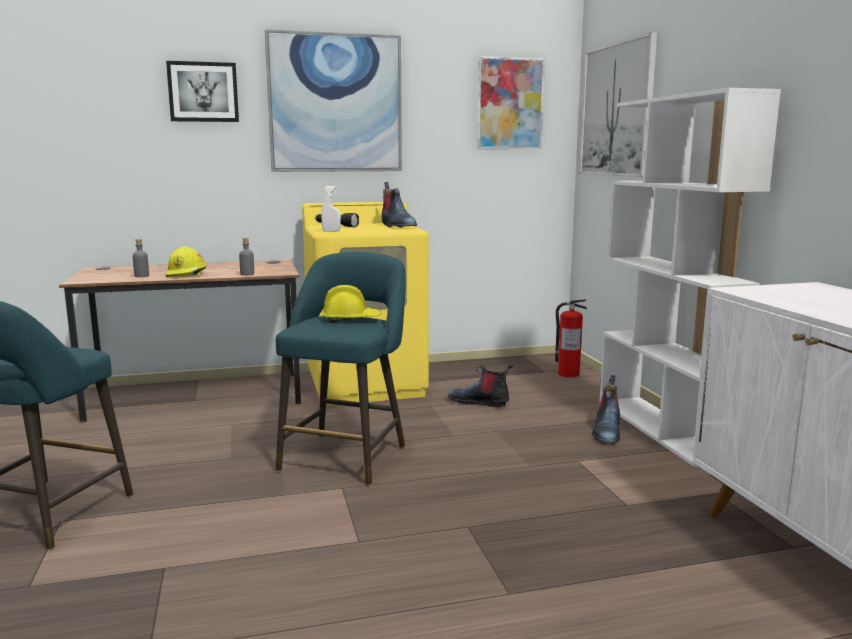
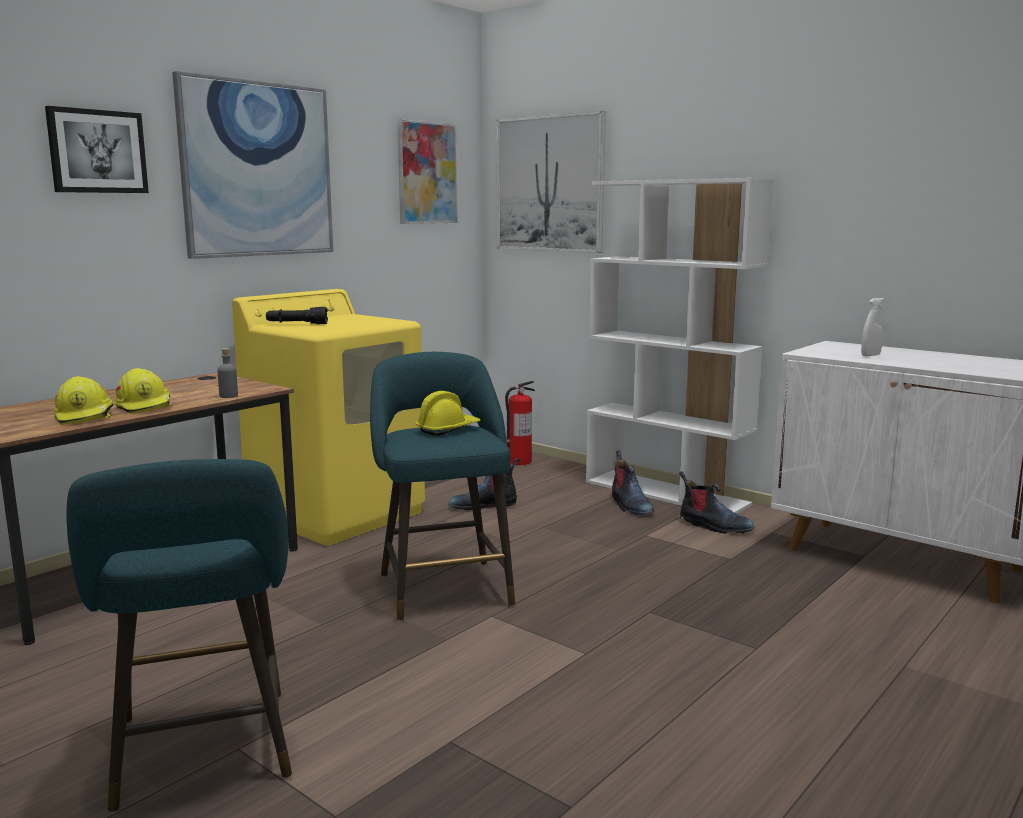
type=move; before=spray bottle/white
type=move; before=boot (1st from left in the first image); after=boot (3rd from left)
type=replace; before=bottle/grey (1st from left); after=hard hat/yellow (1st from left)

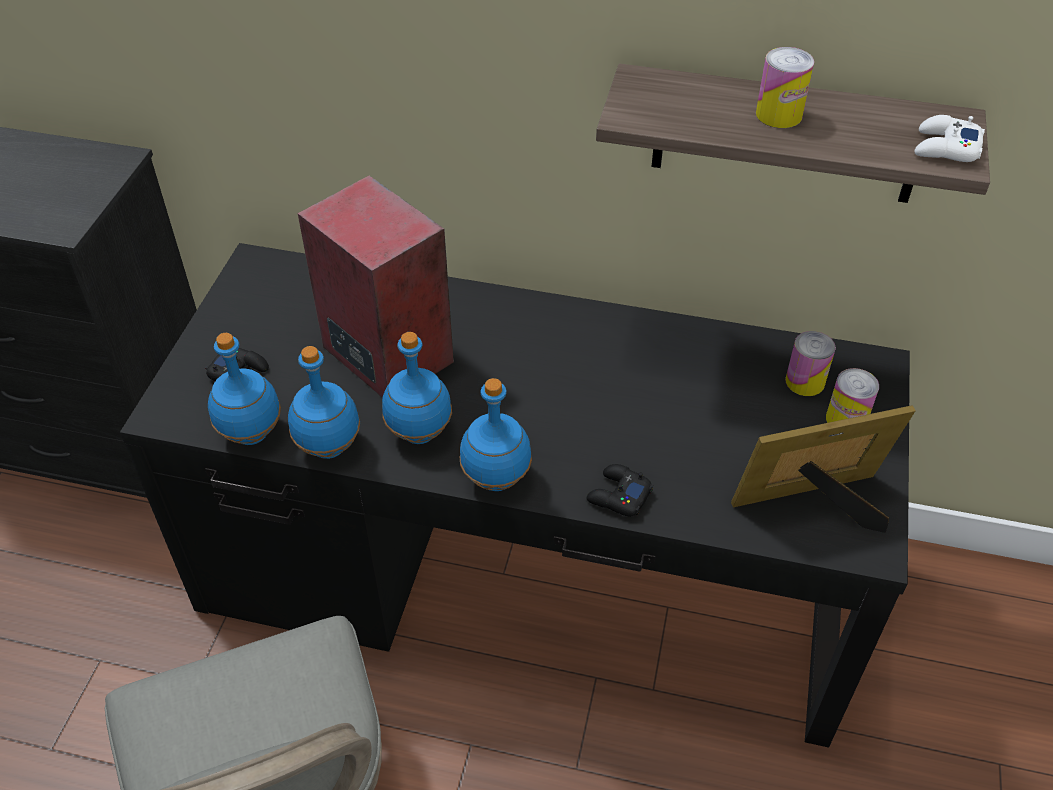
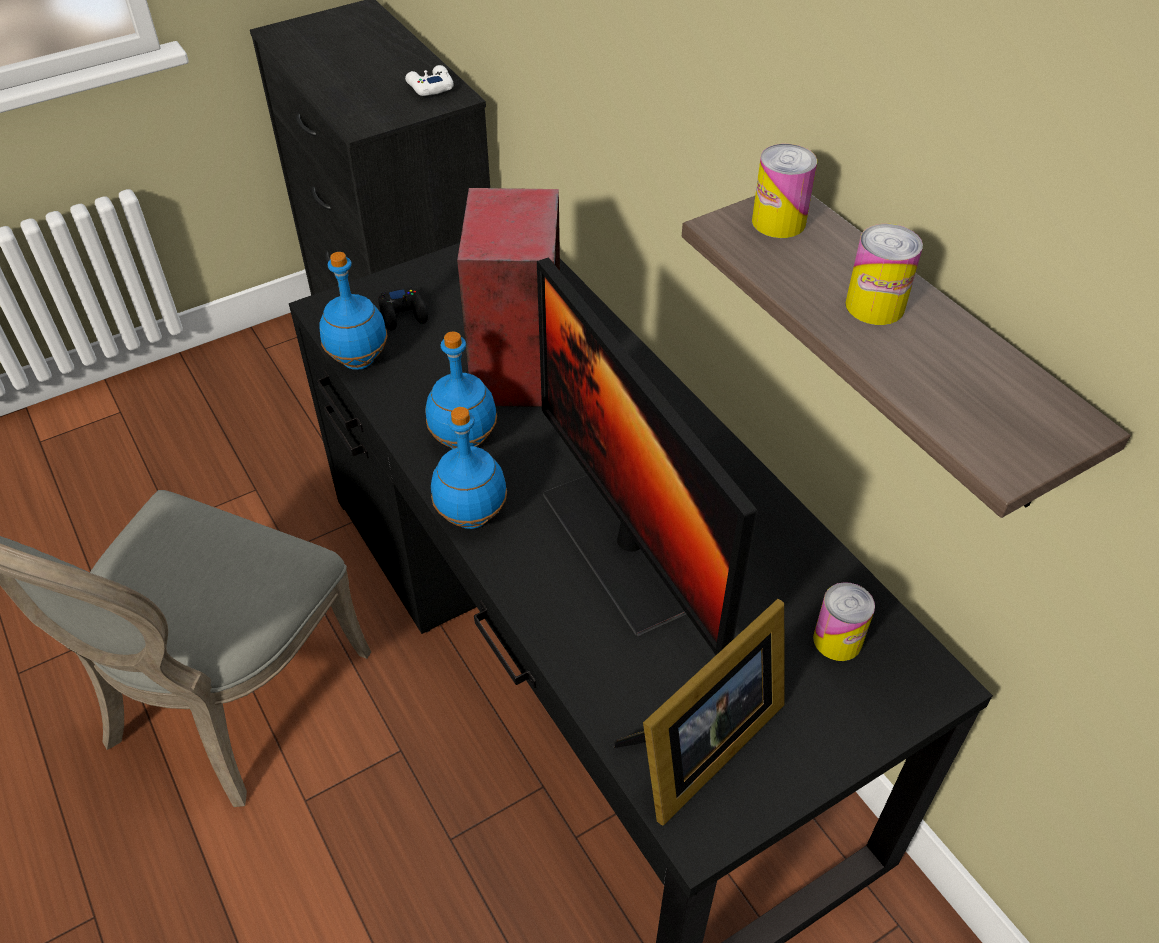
type=delete; before=bottle/blue (2nd from left)
type=delete; before=game controller/black (2nd from left)
type=insert; after=monitor
type=move; before=can (3rd from left in the first image); after=can (1st from left)
type=move; before=game controller/white
type=rotate; before=picture frame; turn=105

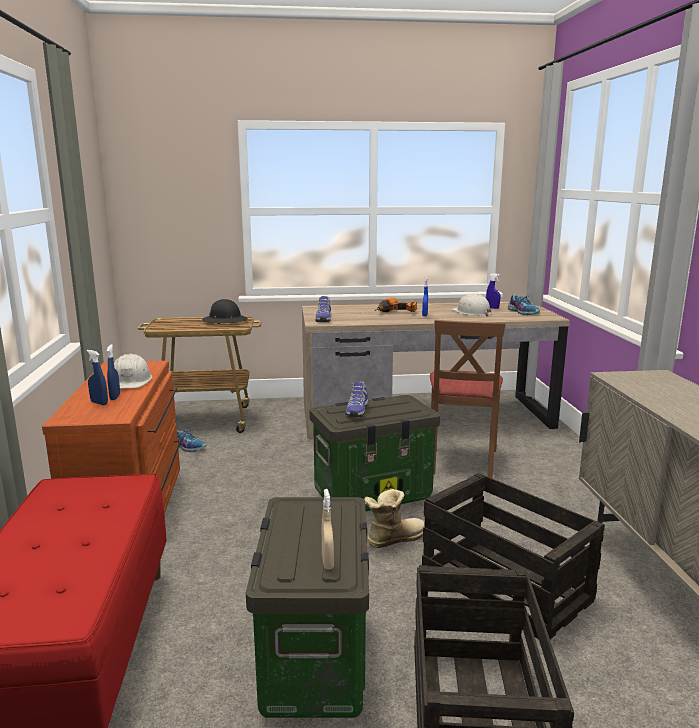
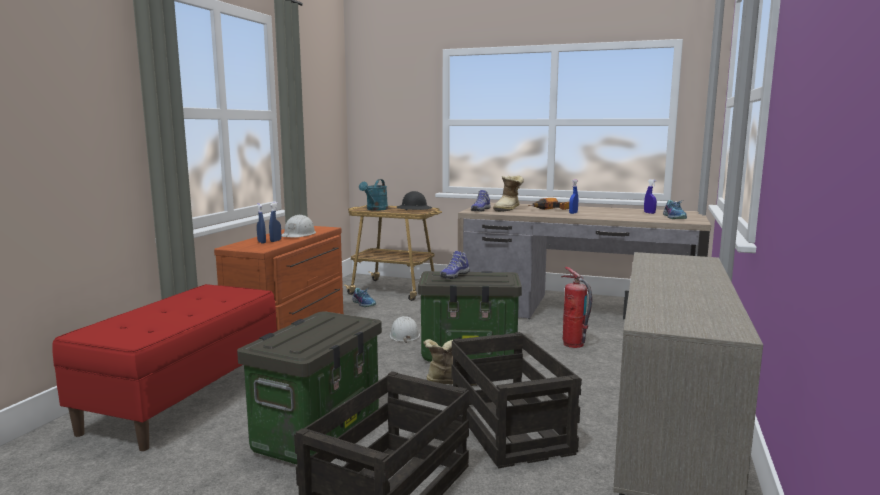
type=delete; before=spray bottle/beige
type=insert; after=watering can/turquoise
type=insert; after=boot (2nd from left)
type=move; before=hard hat/white (2nd from left)
type=replace; before=chair/brown; after=fire extinguisher

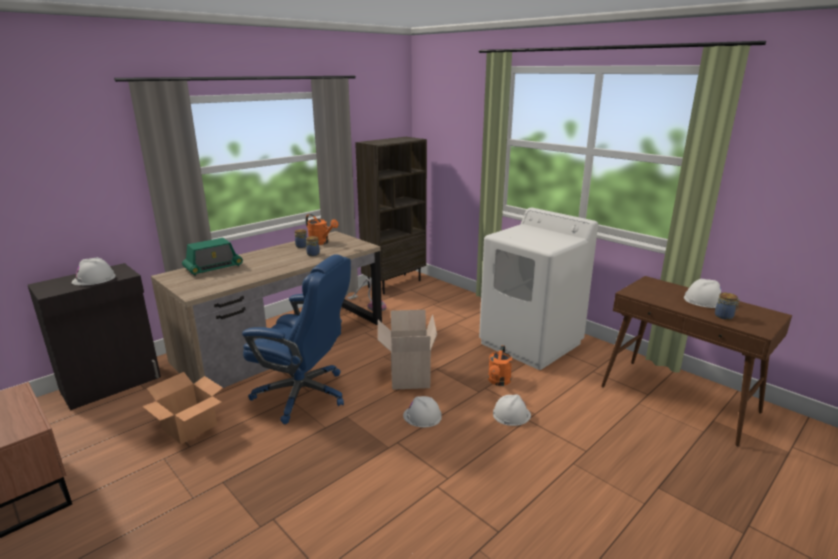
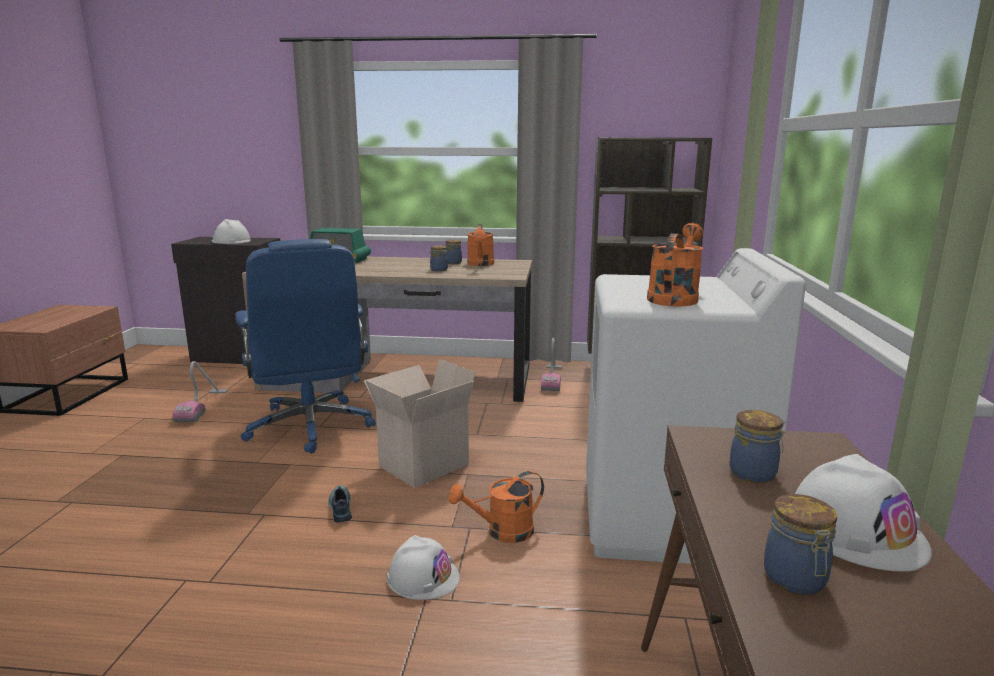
type=insert; after=watering can/orange (3rd from left)
type=insert; after=jar (3rd from left)
type=replace; before=cardboard box (1st from left); after=vacuum cleaner (1st from left)
type=replace; before=hard hat/white (2nd from left); after=shoe

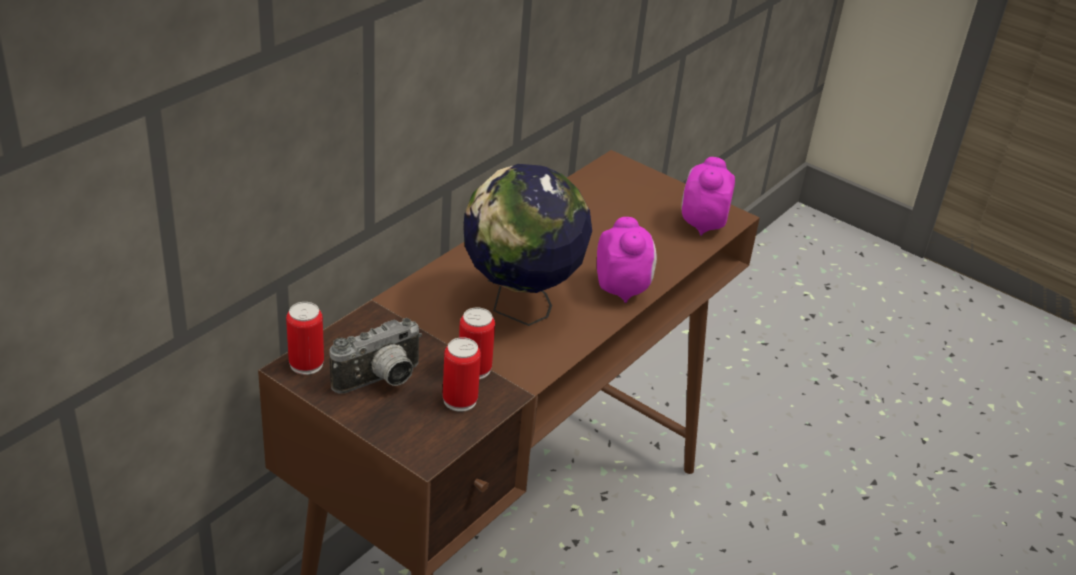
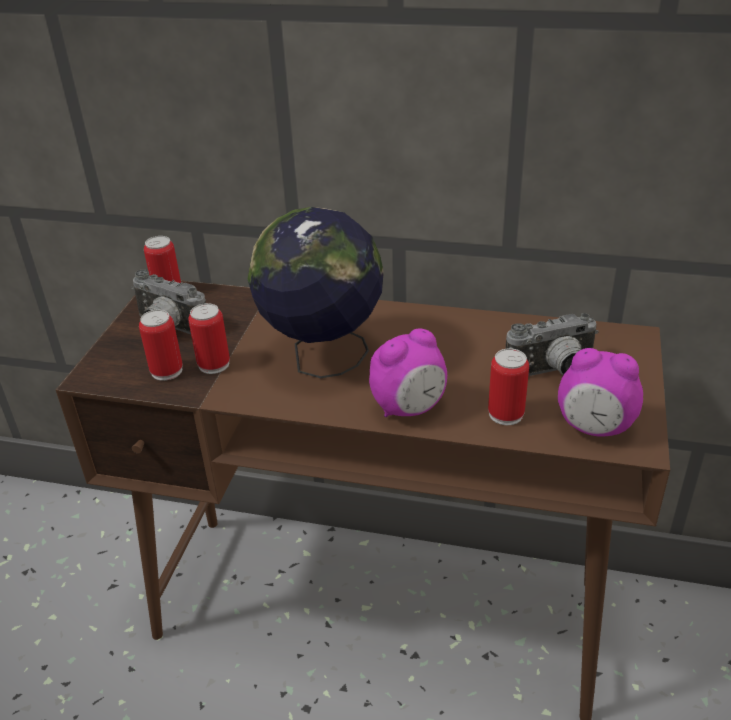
type=insert; after=can (4th from left)
type=insert; after=photo camera (2nd from left)
type=rotate; before=alarm clock (2nd from left); turn=-150

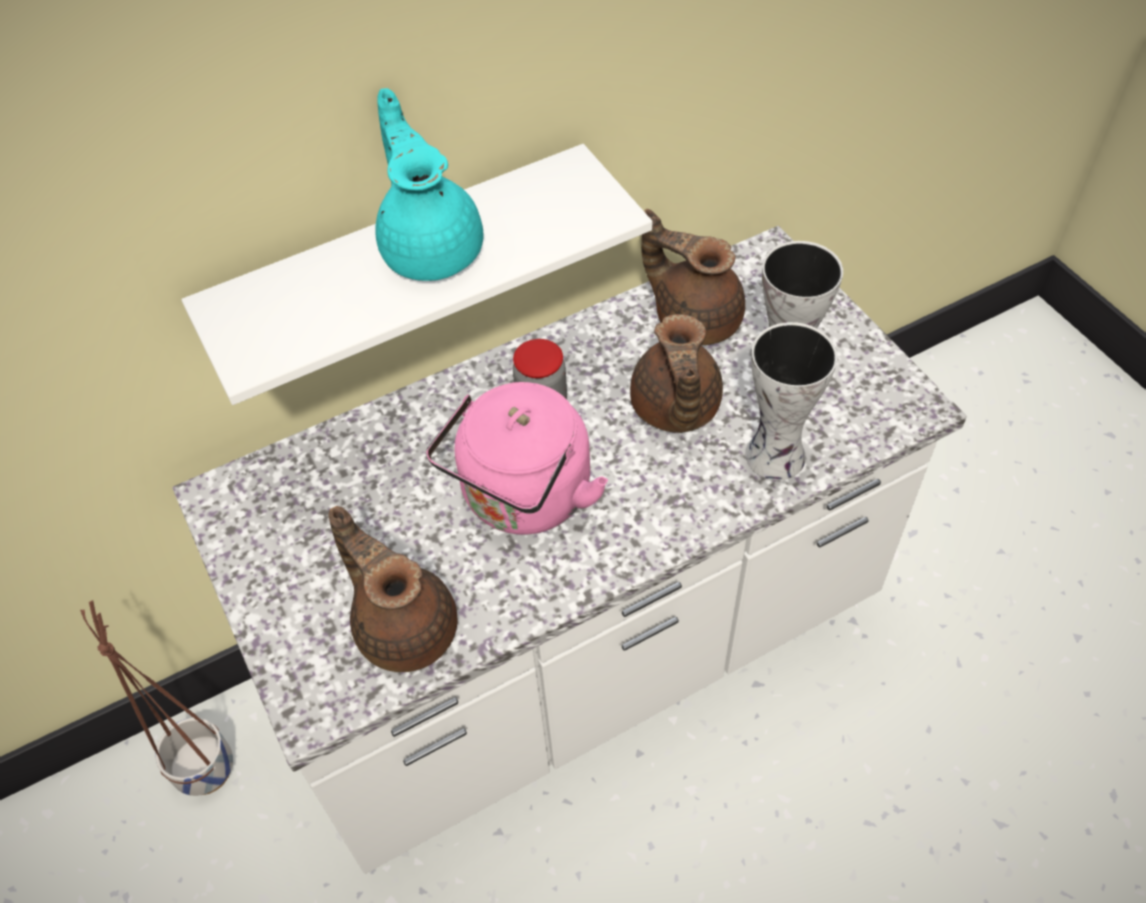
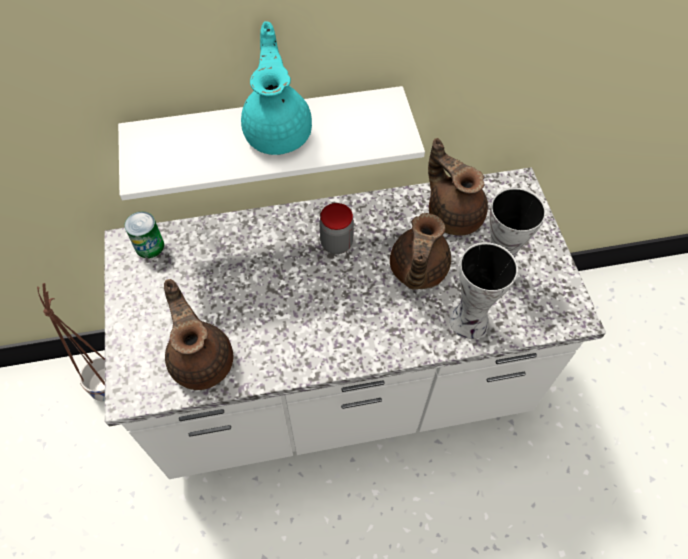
type=delete; before=kettle/pink
type=insert; after=can

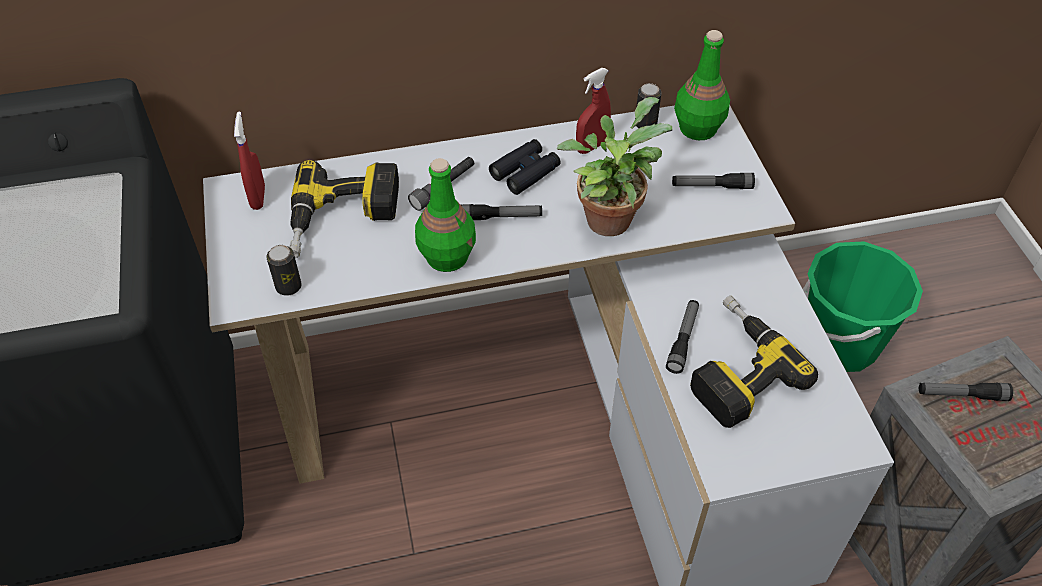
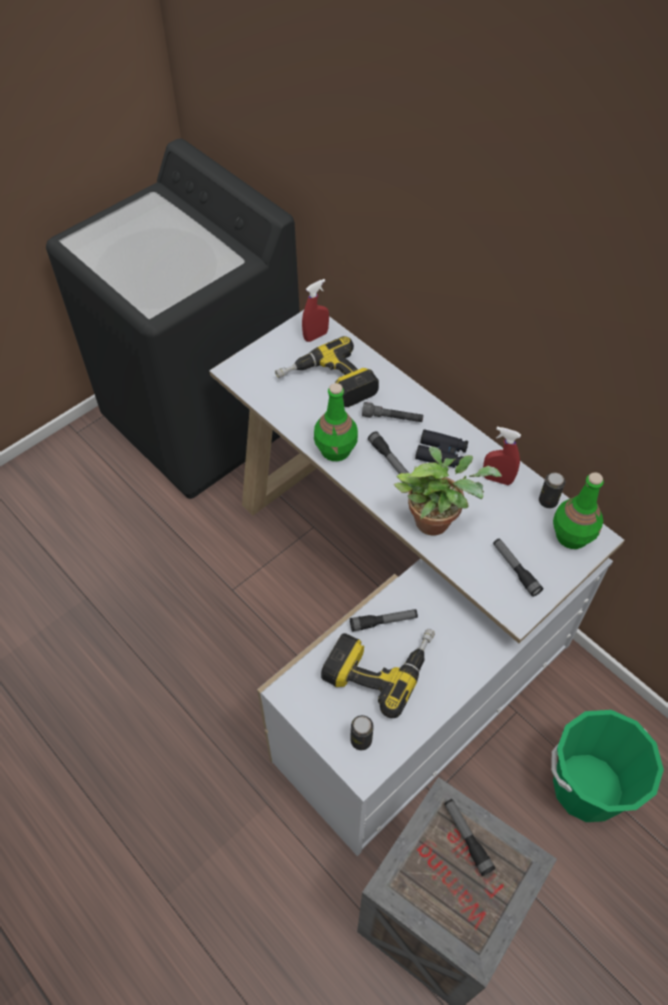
type=move; before=can (1st from left)

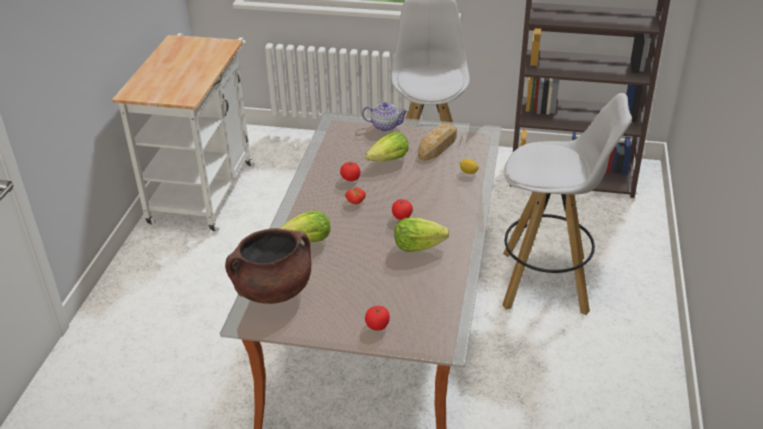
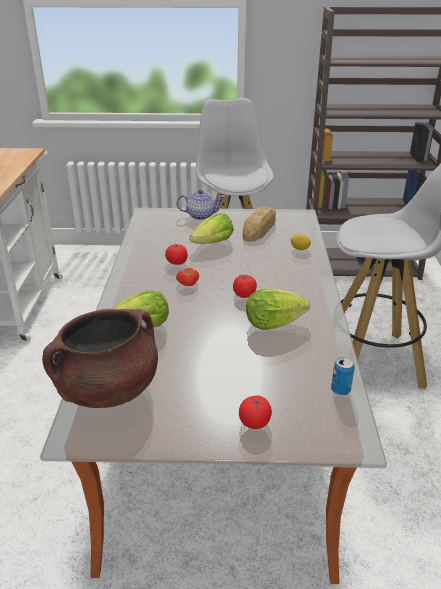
type=insert; after=can

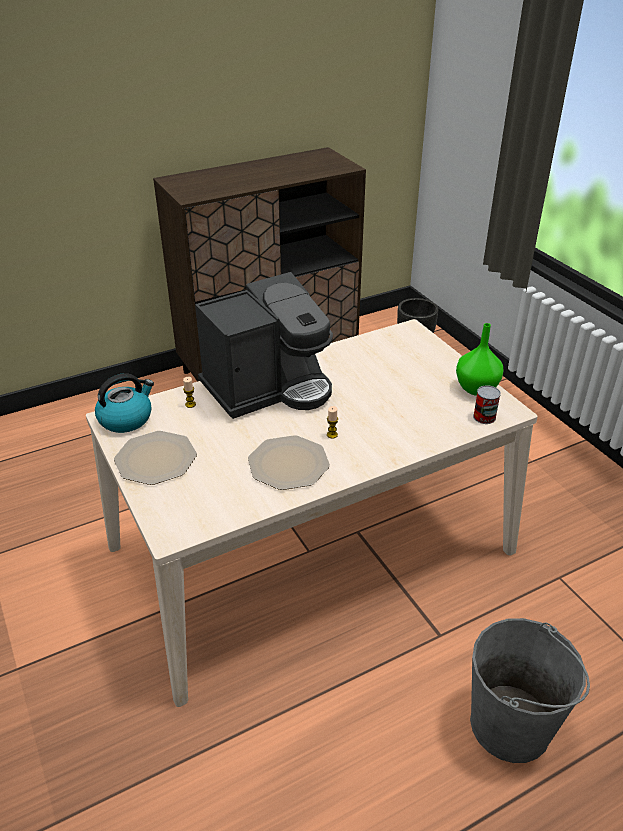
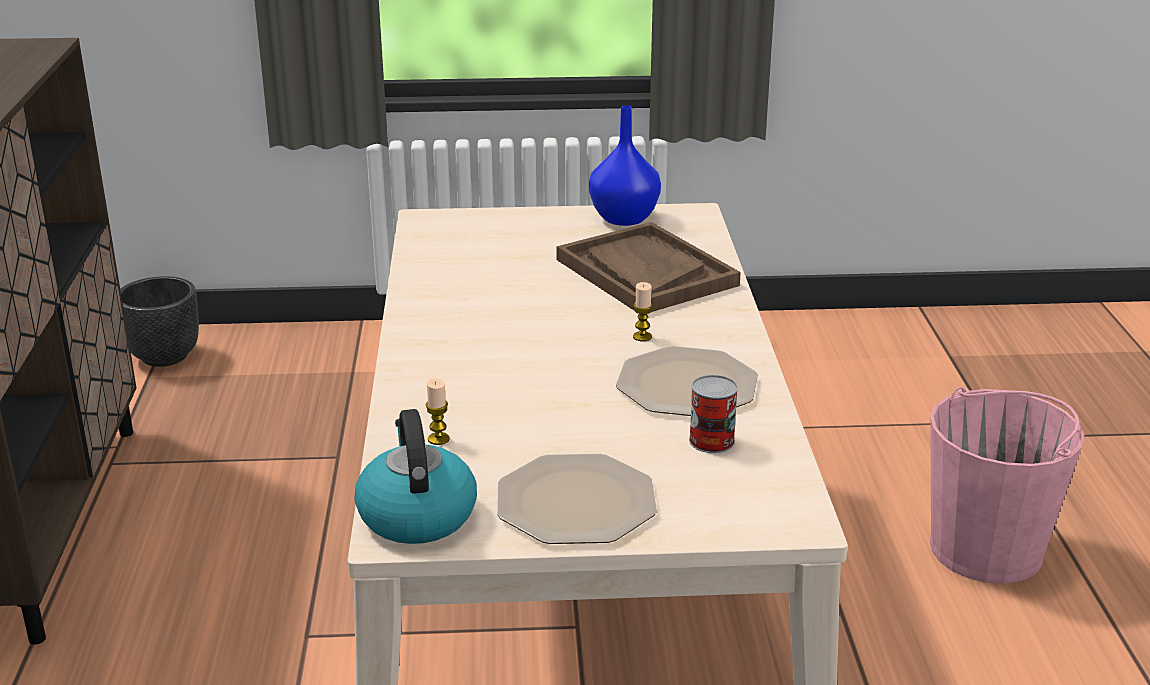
type=delete; before=coffee machine
type=insert; after=tray/brown
type=move; before=can
type=recolor; before=vase/green; after=vase/blue
type=recolor; before=bucket/grey; after=bucket/pink

